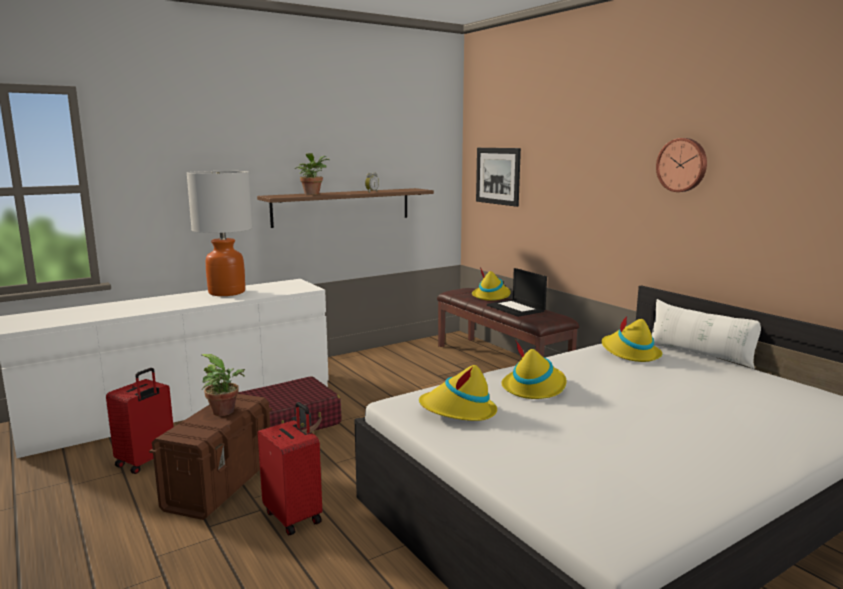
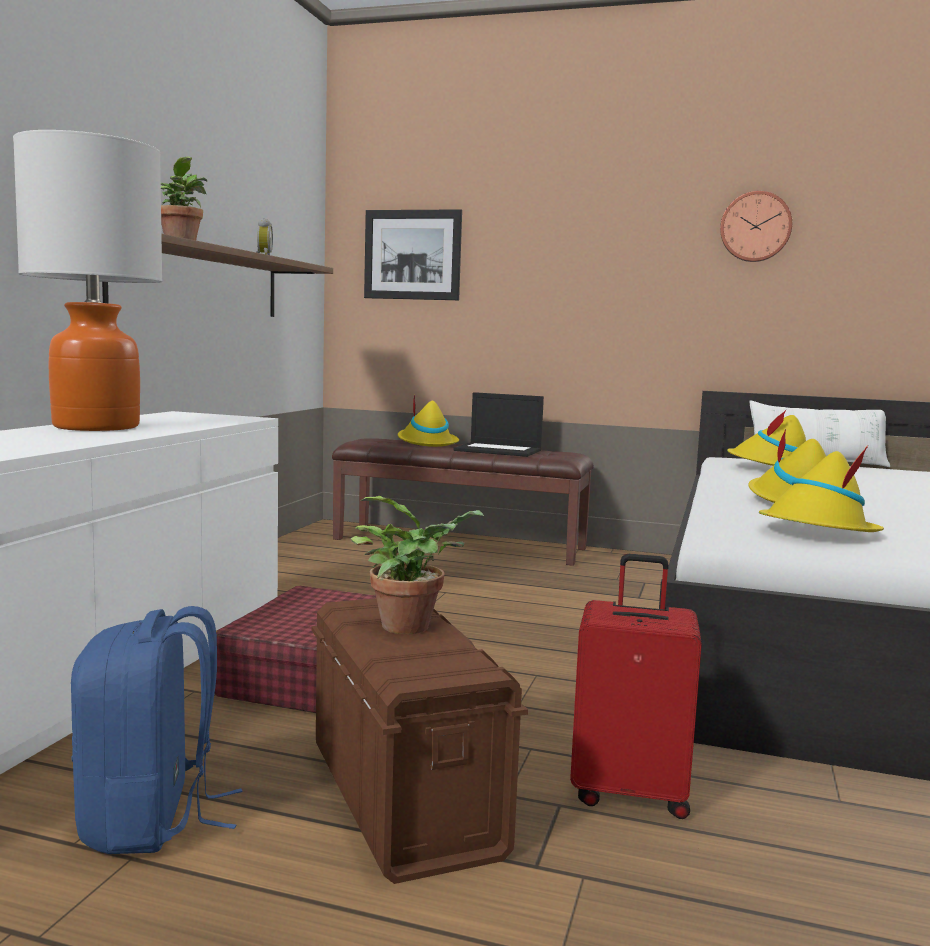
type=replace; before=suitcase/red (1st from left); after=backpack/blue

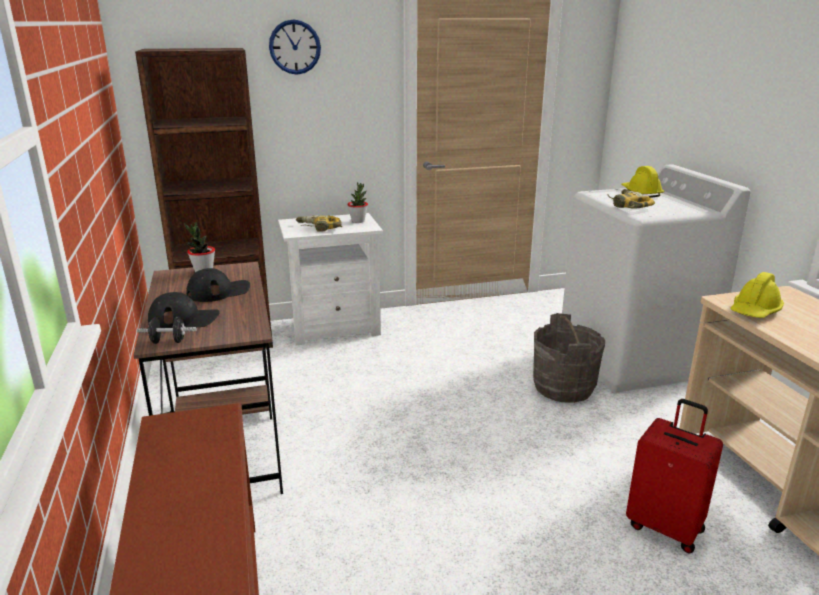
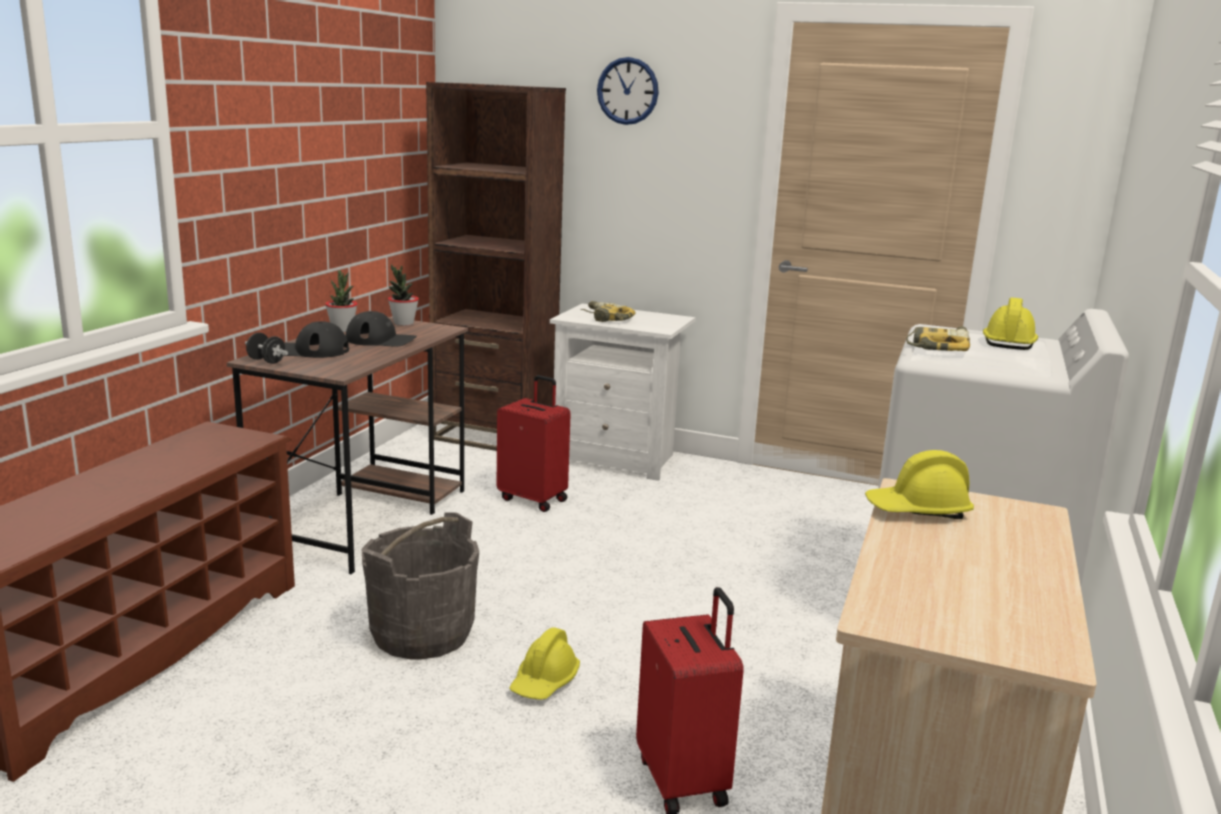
type=insert; after=suitcase/red (1st from left)
type=insert; after=hard hat/yellow (1st from left)
type=move; before=potted plant (2nd from left in the first image); after=potted plant (1st from left)
type=move; before=bucket/grey
type=rotate; before=cap/black (1st from left); turn=150

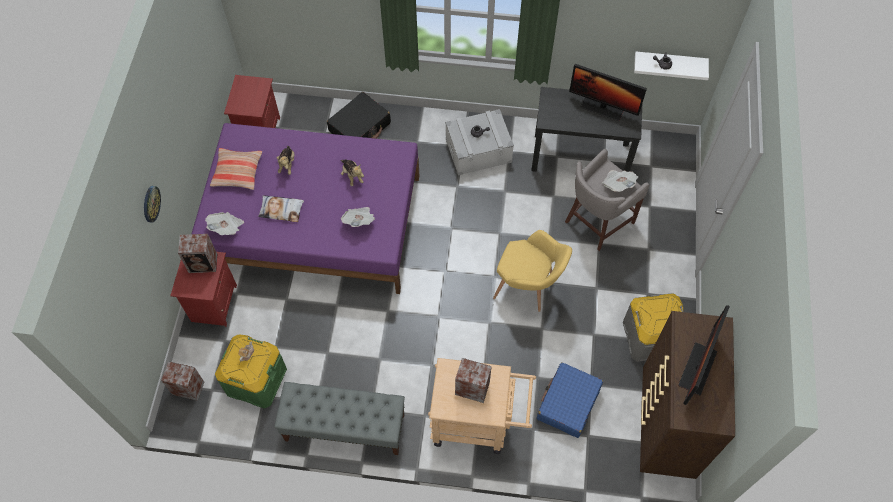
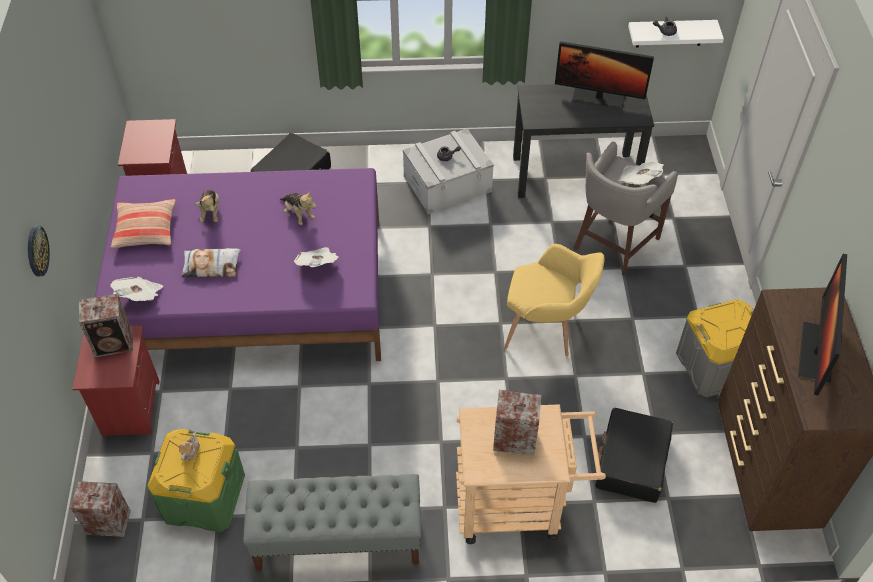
type=recolor; before=suitcase/blue; after=suitcase/black (2nd from left)

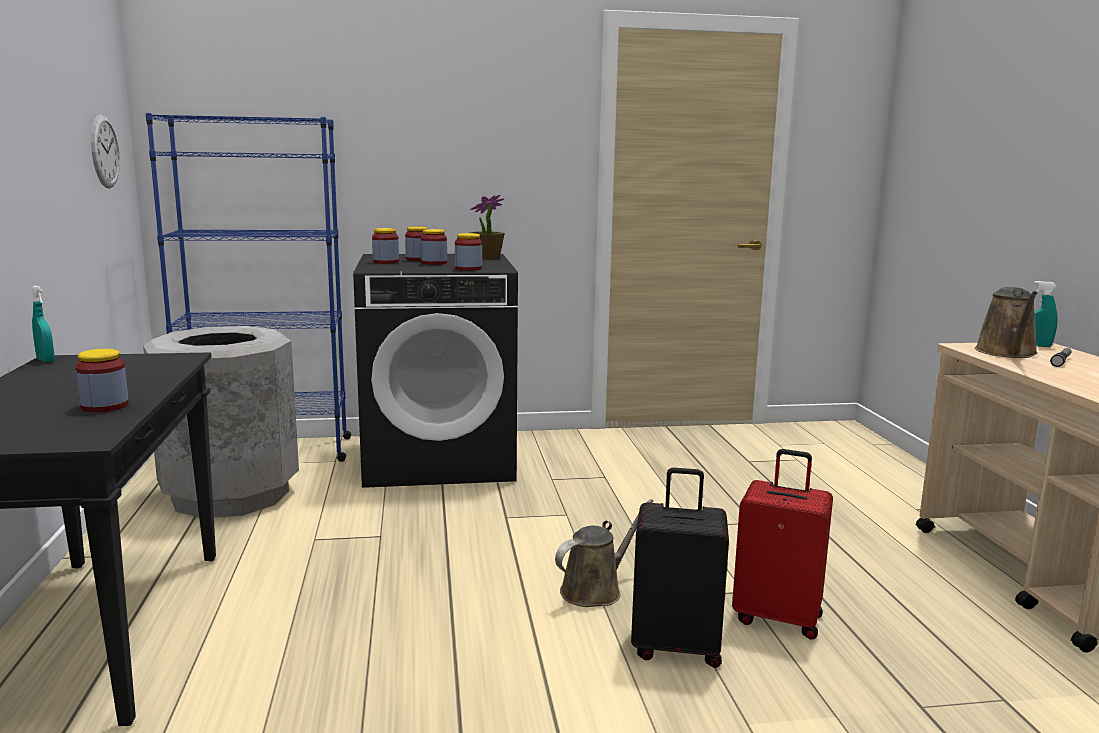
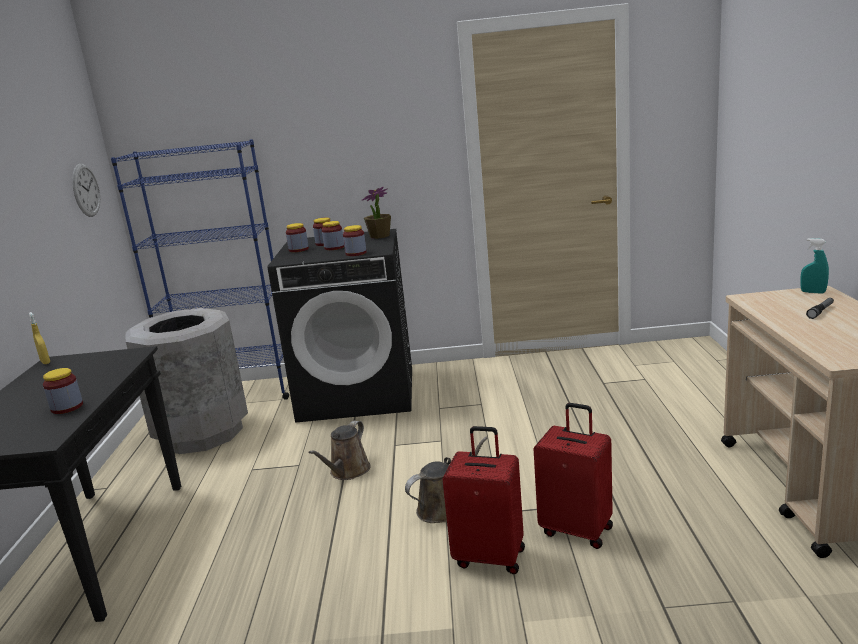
type=move; before=watering can/brown (2nd from left in the first image); after=watering can/brown (1st from left)
type=recolor; before=spray bottle/turquoise (1st from left); after=spray bottle/yellow
type=recolor; before=suitcase/black; after=suitcase/red (1st from left)

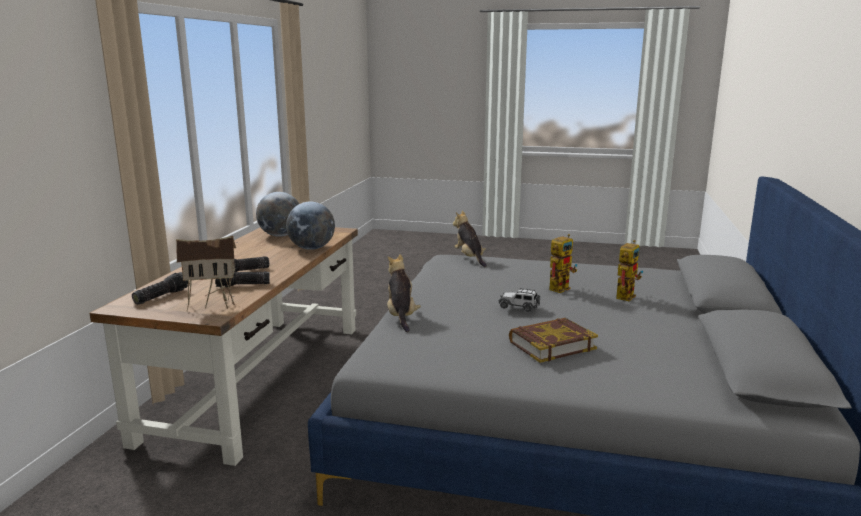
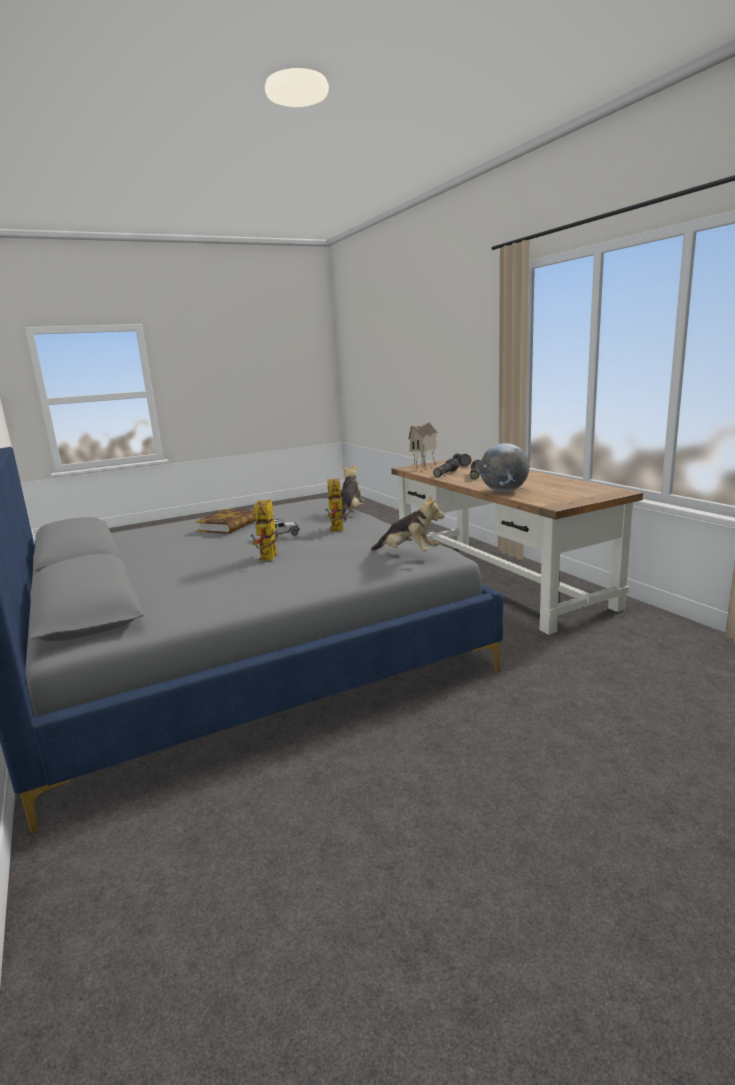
type=delete; before=globe (1st from left)
type=move; before=toy robot (2nd from left)
type=rotate; before=plush toy (1st from left); turn=-120

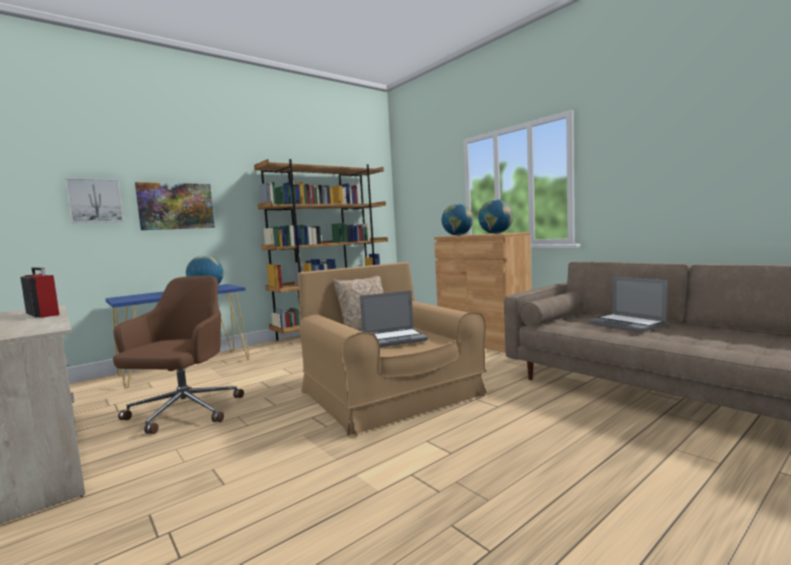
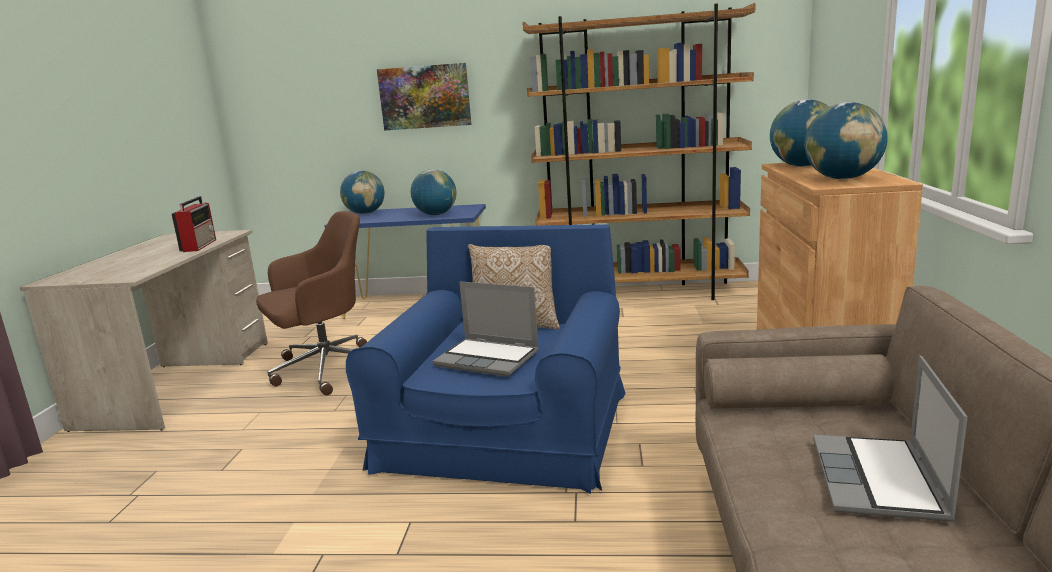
type=delete; before=picture (1st from left)
type=insert; after=globe (1st from left)
type=recolor; before=armchair/brown; after=armchair/blue

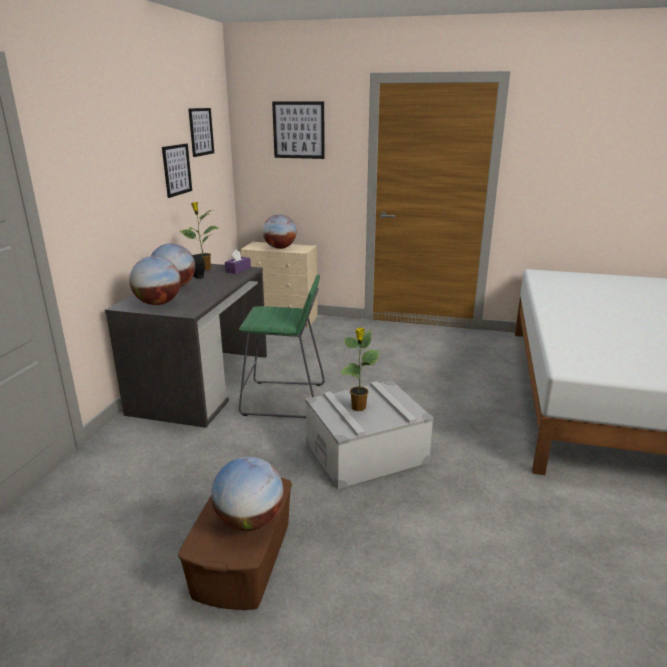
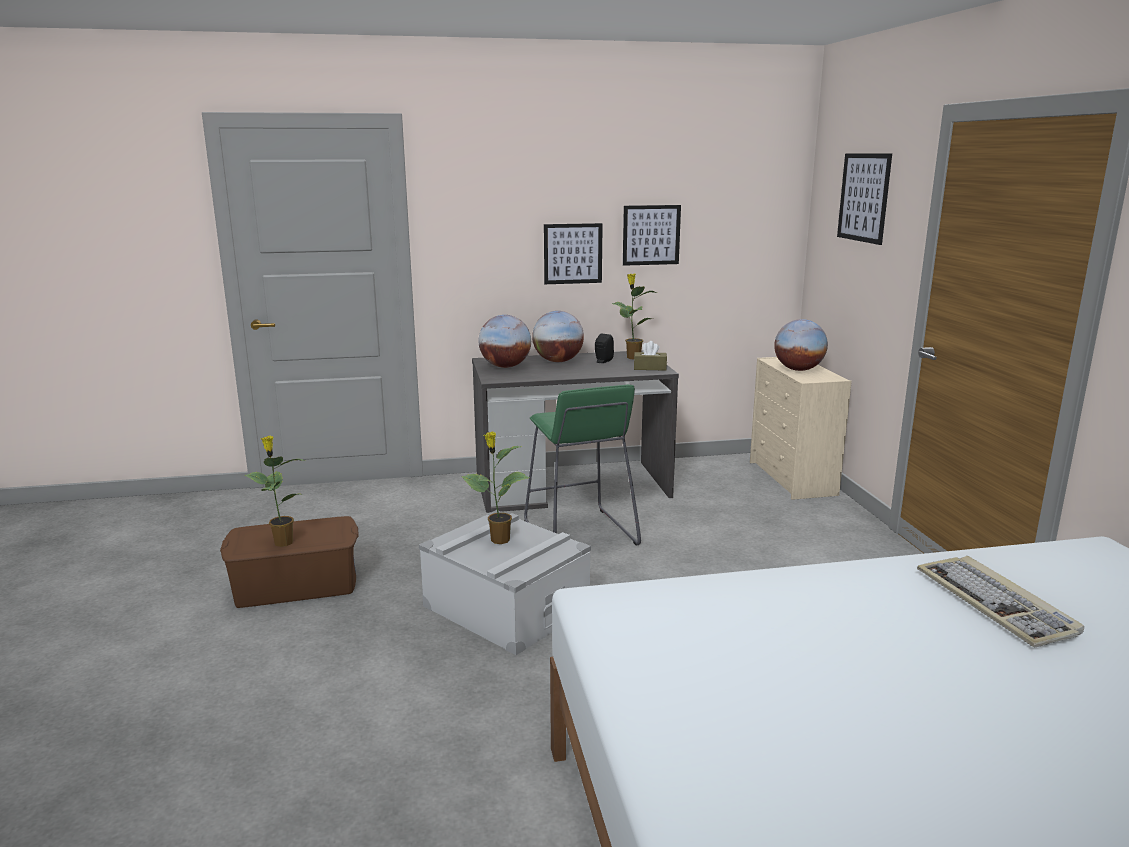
type=insert; after=keyboard
type=move; before=picture (2nd from left in the first image); after=picture (1st from left)
type=replace; before=globe (3rd from left); after=potted plant (1st from left)
type=recolor; before=tissue box/purple; after=tissue box/brown

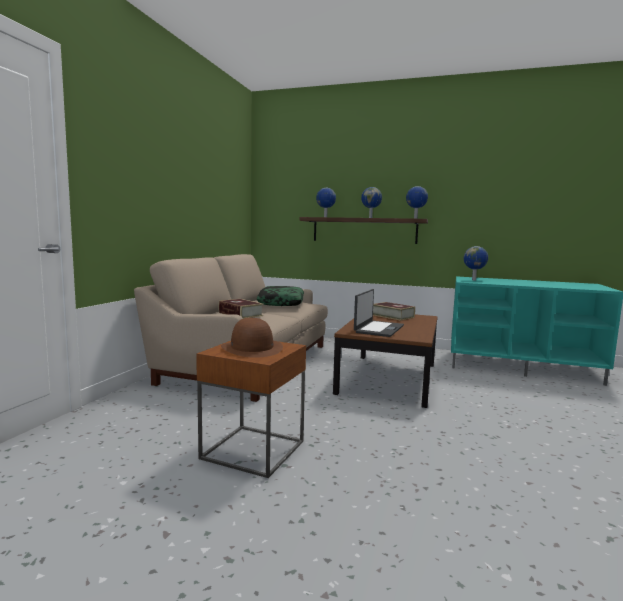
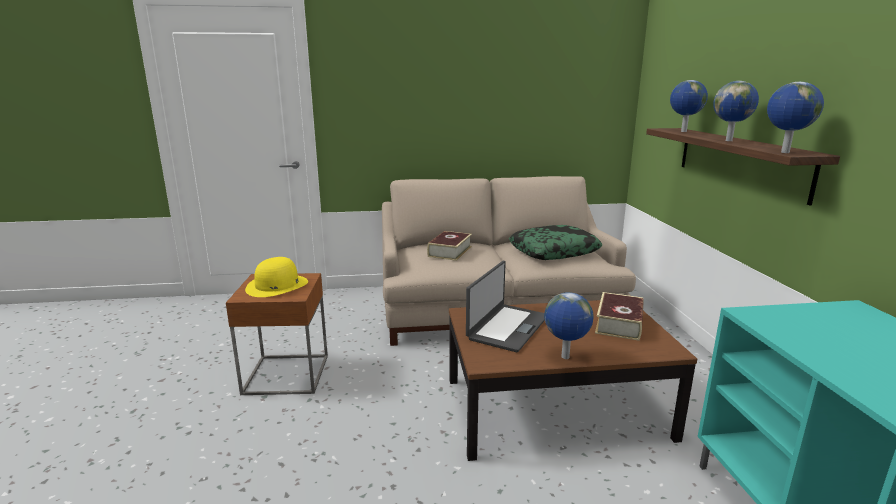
type=move; before=globe (4th from left in the first image); after=globe (1st from left)
type=recolor; before=hat/brown; after=hat/yellow
type=rotate; before=laptop; turn=-60

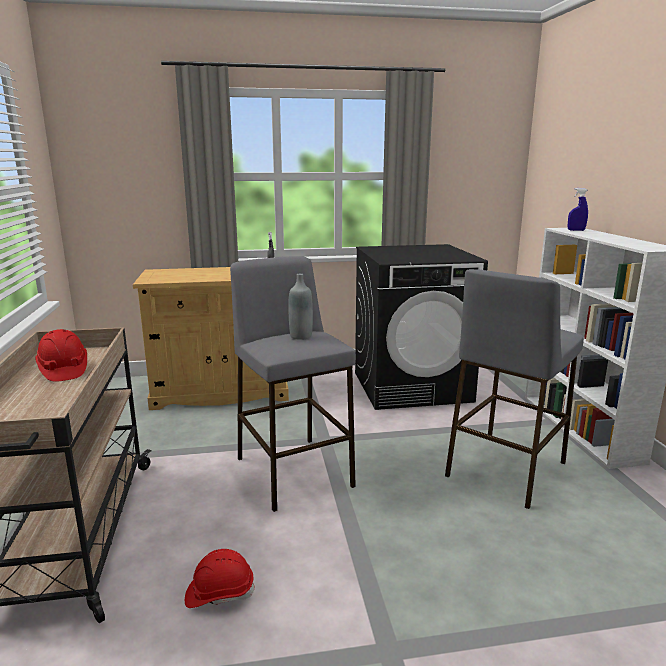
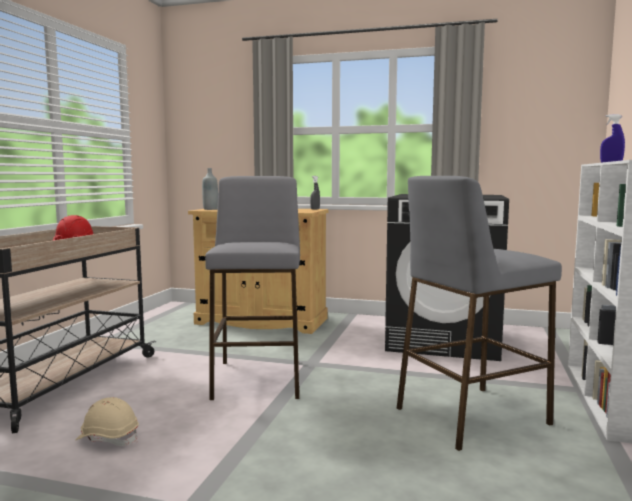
type=move; before=bottle/grey
type=recolor; before=hard hat/red (2nd from left); after=hard hat/beige

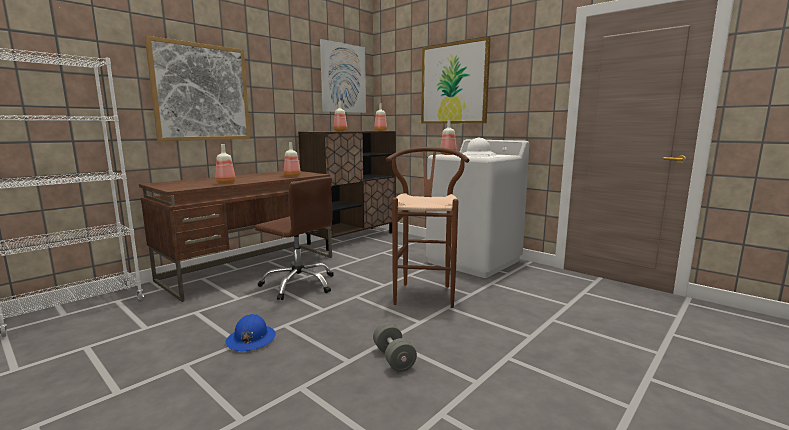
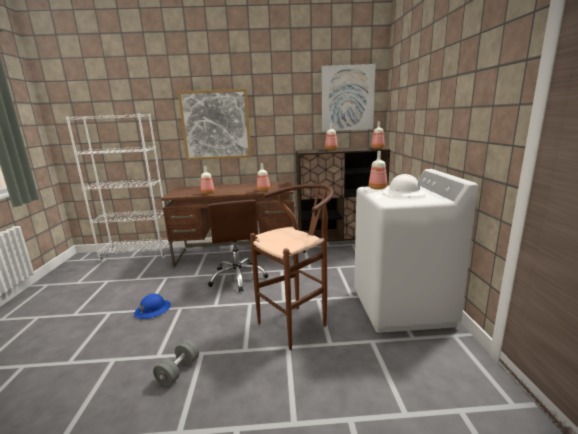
type=delete; before=picture (3rd from left)

